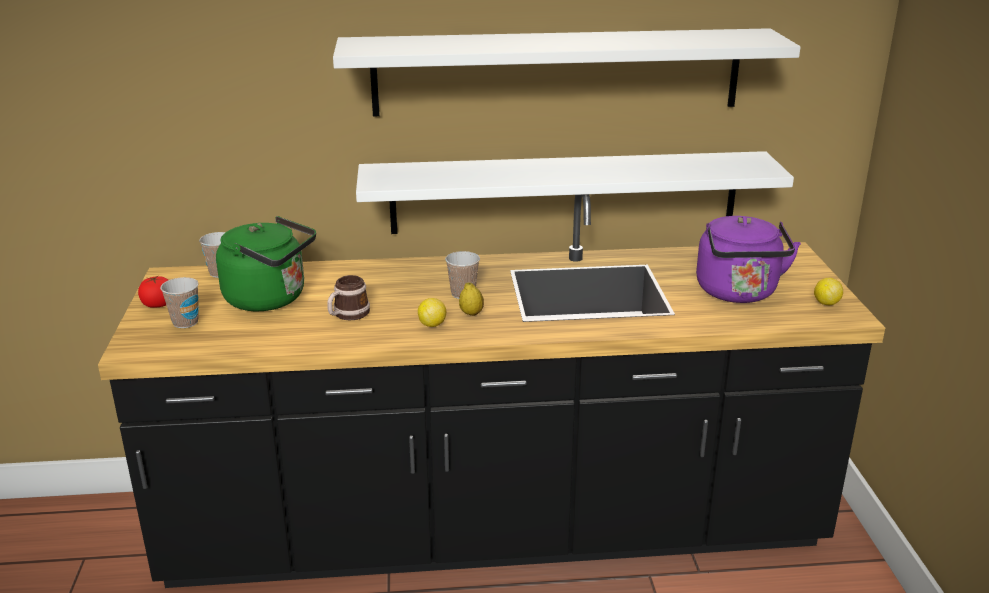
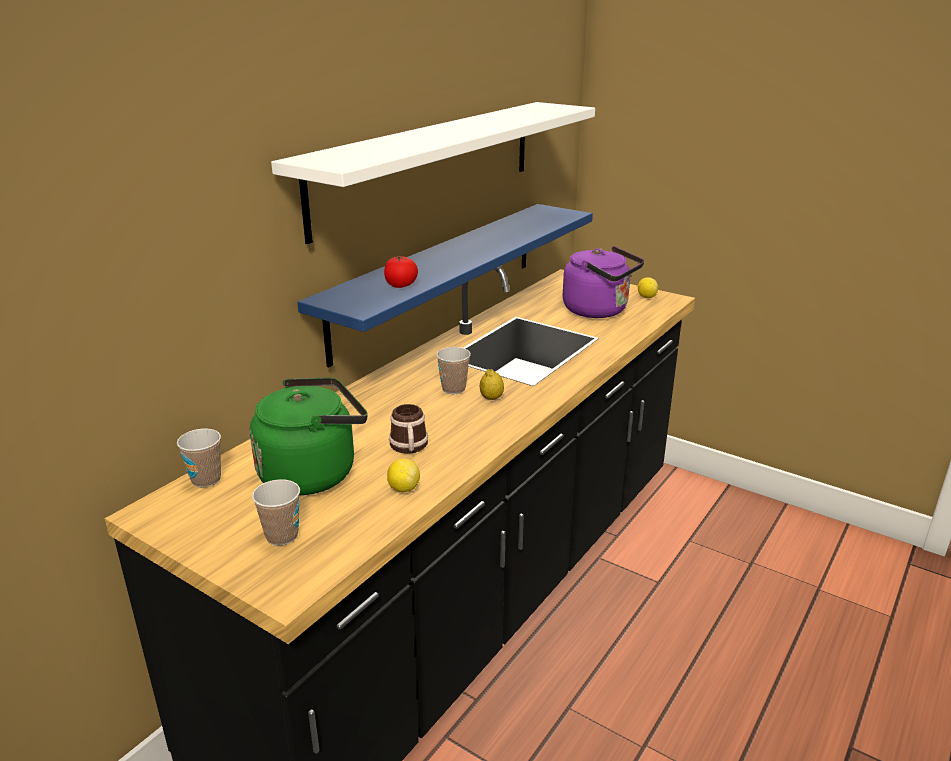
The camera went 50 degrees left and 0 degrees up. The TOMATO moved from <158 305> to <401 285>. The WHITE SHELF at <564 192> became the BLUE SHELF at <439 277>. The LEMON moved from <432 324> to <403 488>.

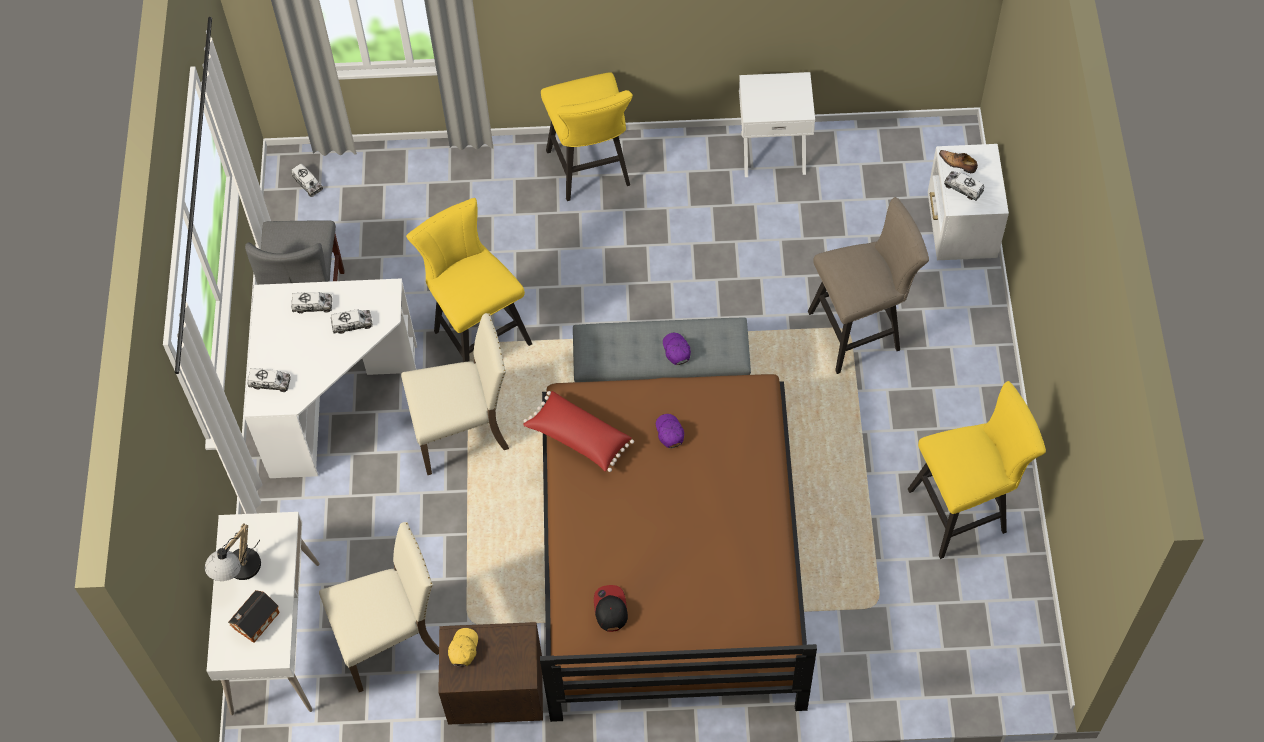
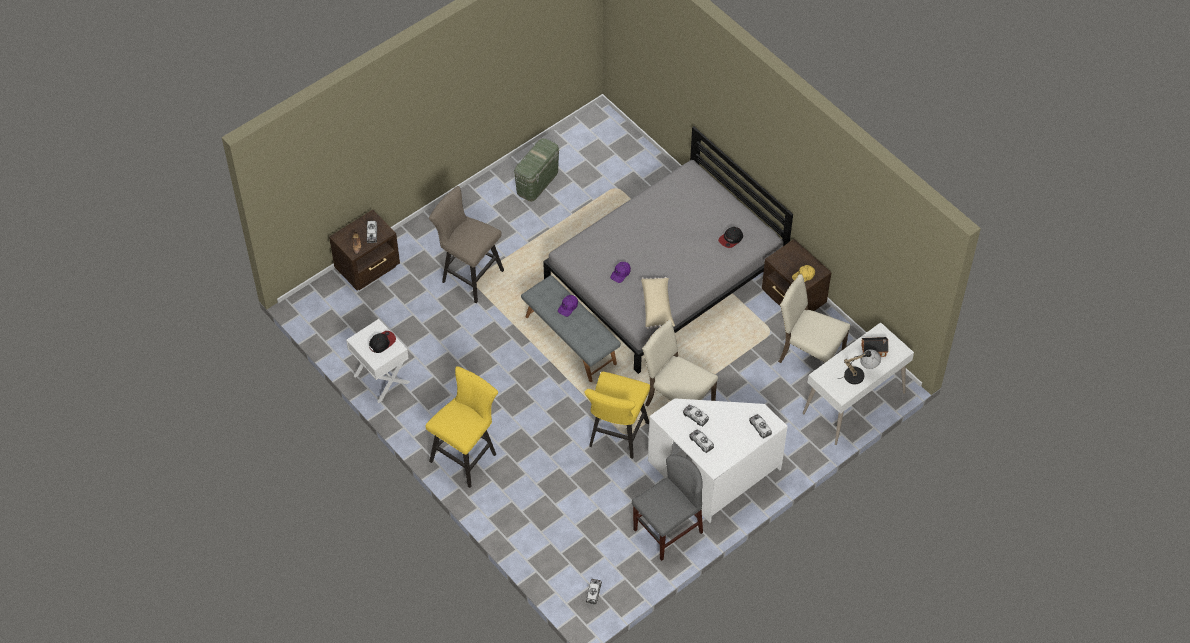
The camera went 130 degrees left and 5 degrees down. The RED PILLOW at <578 438> became the BEIGE PILLOW at <657 307>. The BROWN BED at <669 559> became the GREY BED at <666 276>. The YELLOW STOOL at <964 510> was replaced by the GREEN STORAGE BOX at <537 182>. The WHITE NIGHTSTAND at <959 231> became the BROWN NIGHTSTAND at <369 268>. The CAP at <382 342> appeared.

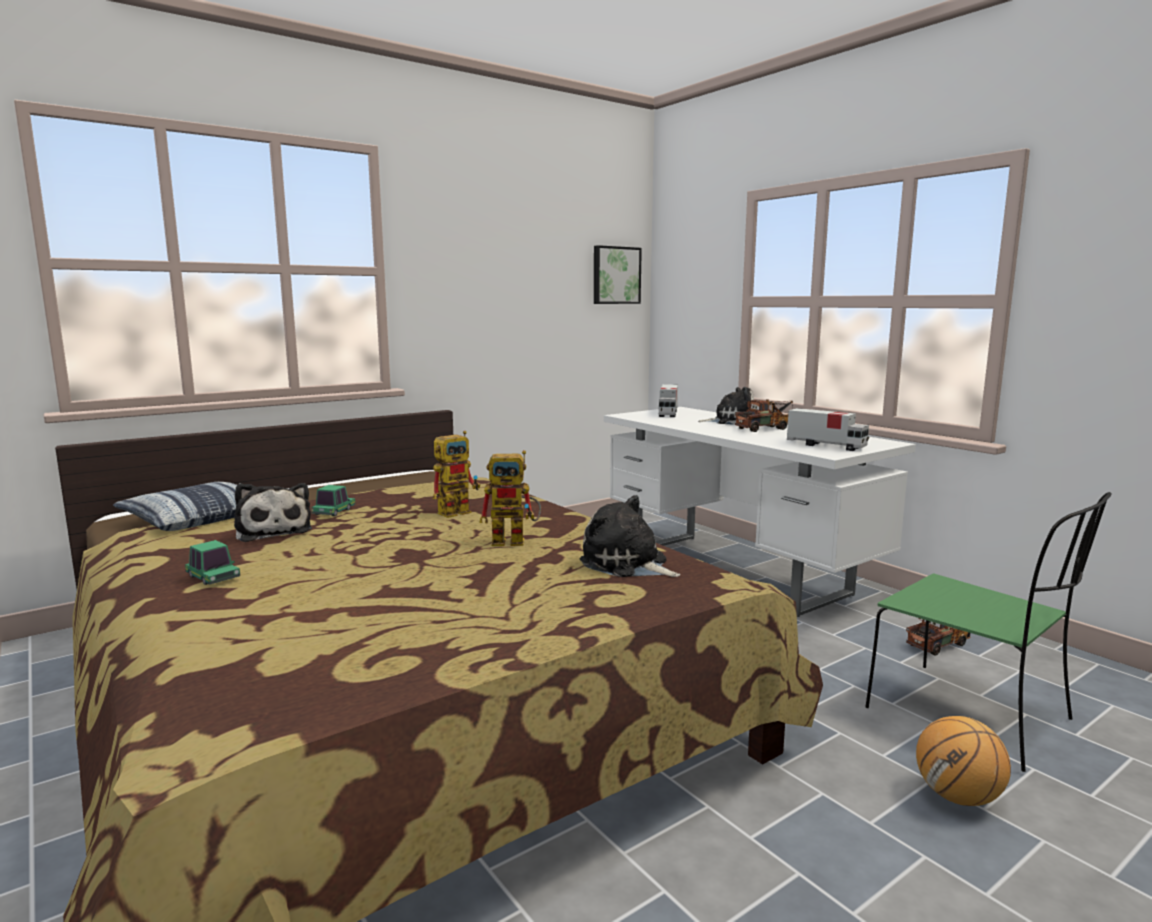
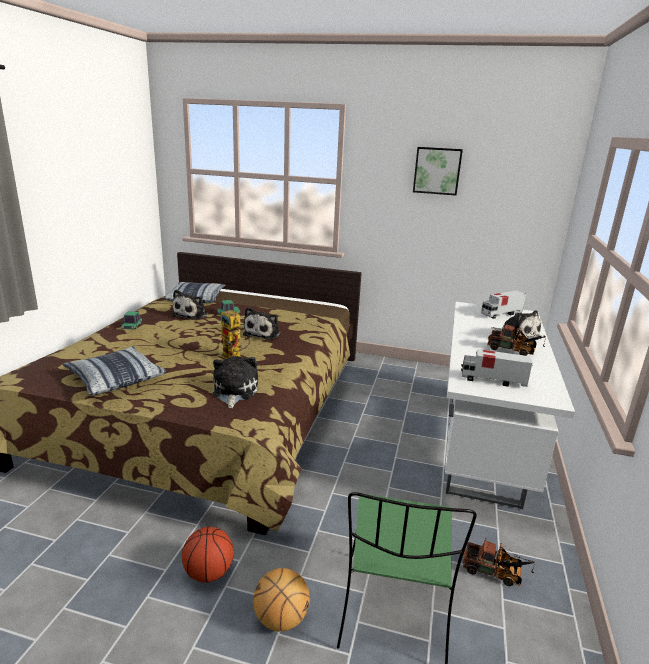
The camera went 50 degrees right and 10 degrees up. The TOY ROBOT at <458 511> was replaced by the PLUSH TOY at <263 333>. The PICTURE moved from <615 275> to <437 171>. The TOY TRUCK at <826 446> turned 105 degrees clockwise. The PILLOW at <115 378> appeared. The BASKETBALL at <209 573> appeared.

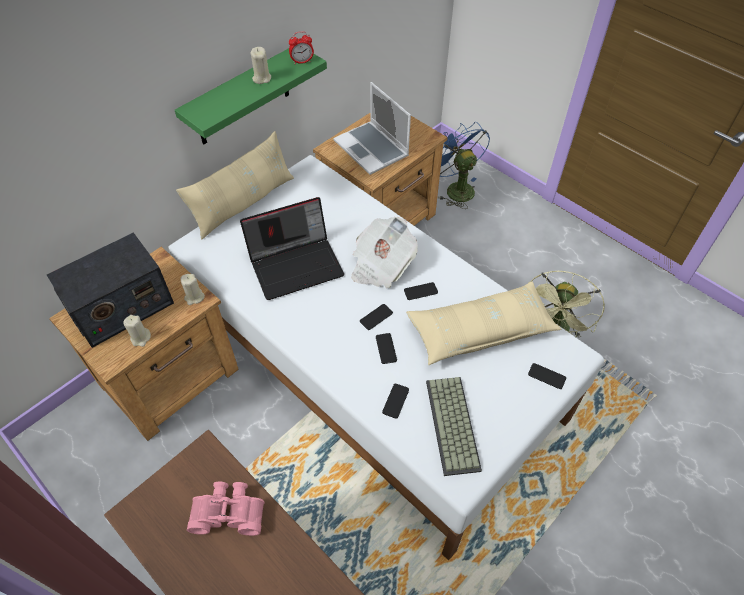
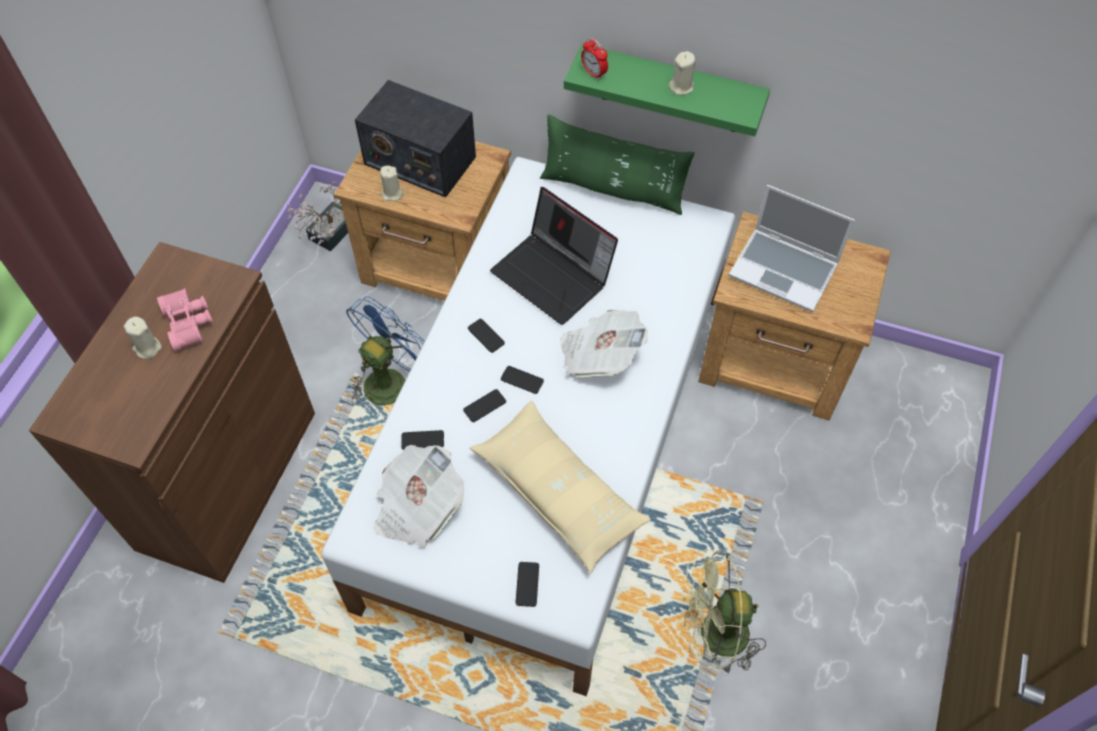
The camera went 65 degrees right and 5 degrees up. The BEIGE PILLOW at <244 204> became the GREEN PILLOW at <612 189>. The BEIGE CANDLE moved from <194 297> to <147 348>. The ALARM CLOCK moved from <302 62> to <594 73>. The LAPTOP at <372 149> turned 90 degrees counterclockwise. The PHONE moved from <420 291> to <486 336>. The KEYBOARD at <454 425> was replaced by the NEWSPAPER at <417 507>. The BLUE FAN moved from <455 188> to <390 379>. The POTTED PLANT at <328 235> appeared.

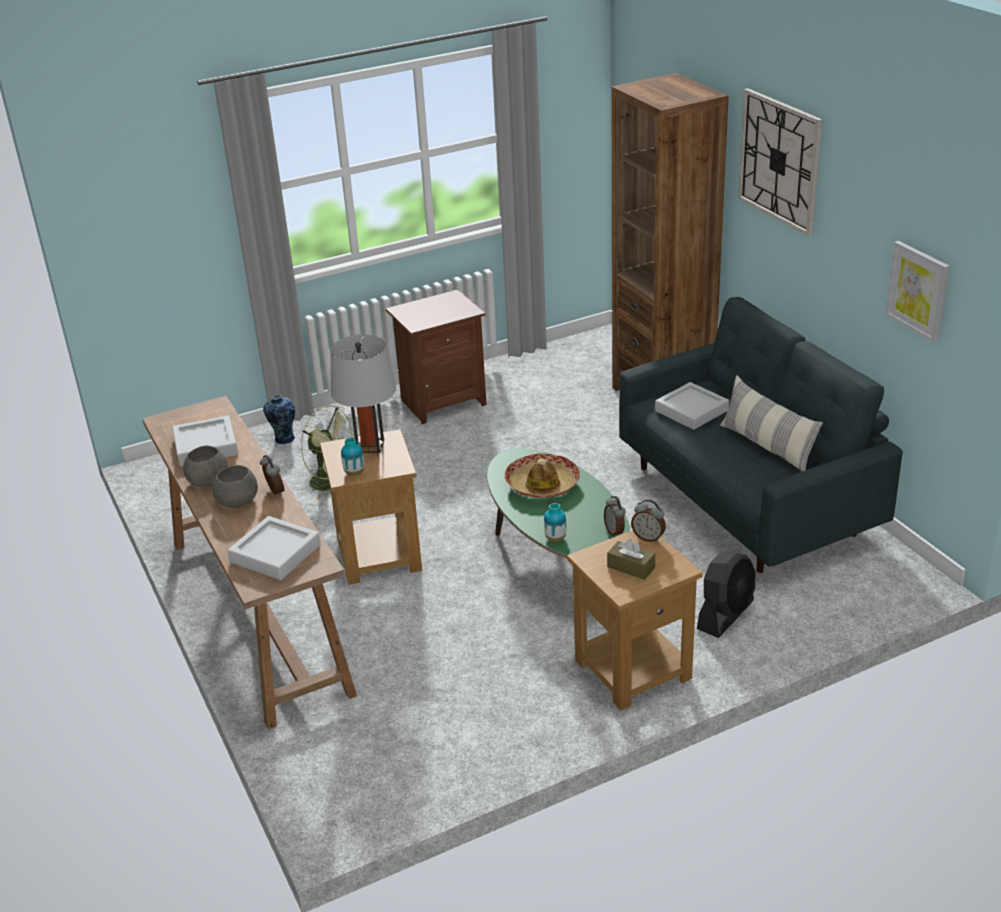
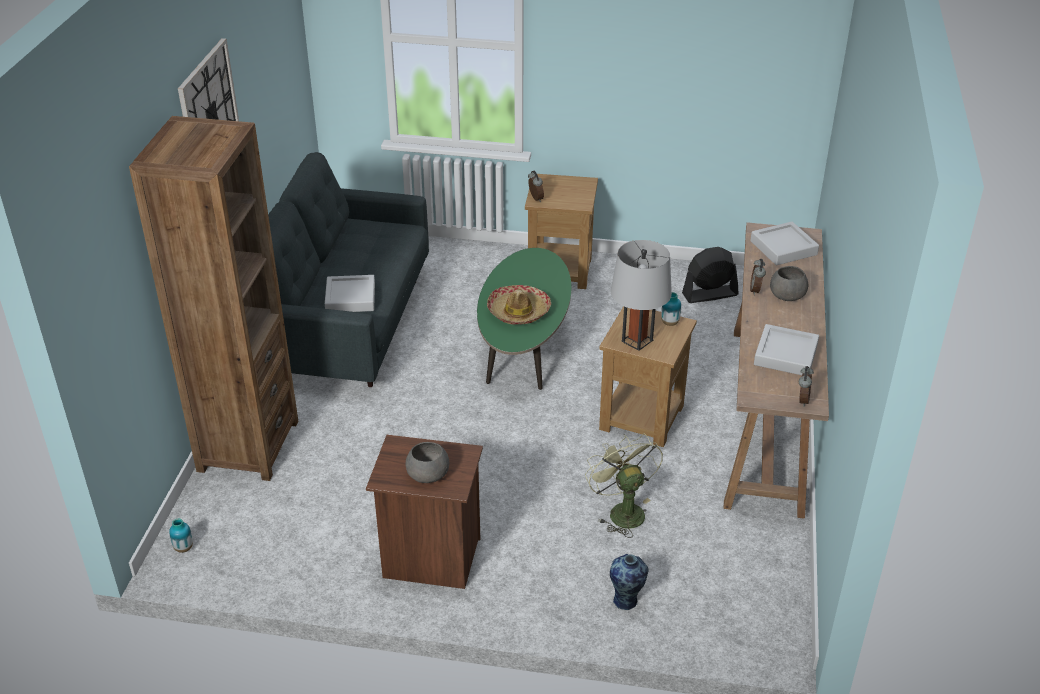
The camera went 145 degrees left and 5 degrees up. The GREY BOWL moved from <207 481> to <429 474>. The VASE moved from <555 538> to <183 548>. The ALARM CLOCK moved from <615 532> to <802 400>. The BROWN TISSUE BOX at <631 567> disappeared. The BLACK FAN moved from <726 615> to <709 294>. The PILLOW at <767 446> disappeared. The PICTURE at <918 290> disappeared.

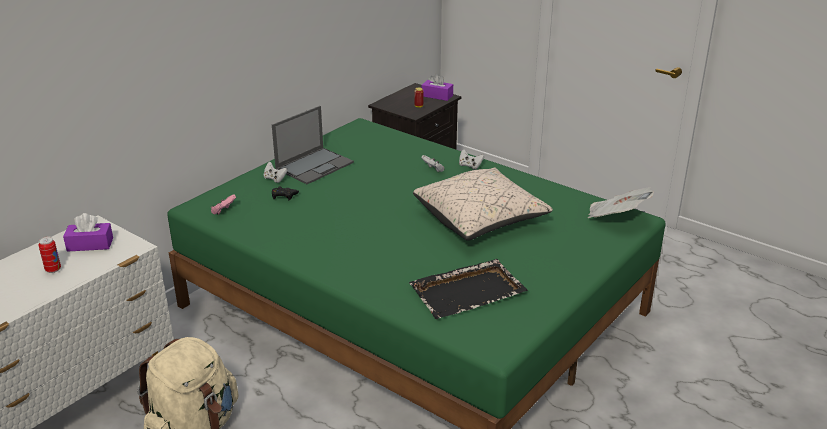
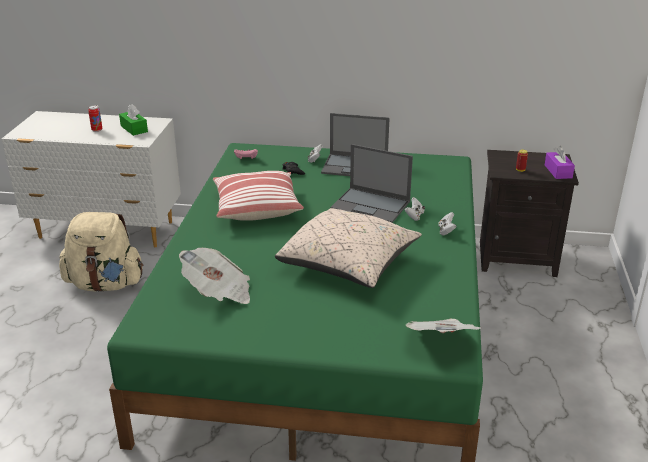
The camera went 60 degrees right and 0 degrees up. The PURPLE TISSUE BOX at <90 244> became the GREEN TISSUE BOX at <134 129>. The BLACK TRAY at <468 291> was replaced by the NEWSPAPER at <218 292>. The PILLOW at <256 207> appeared. The LAPTOP at <371 205> appeared.

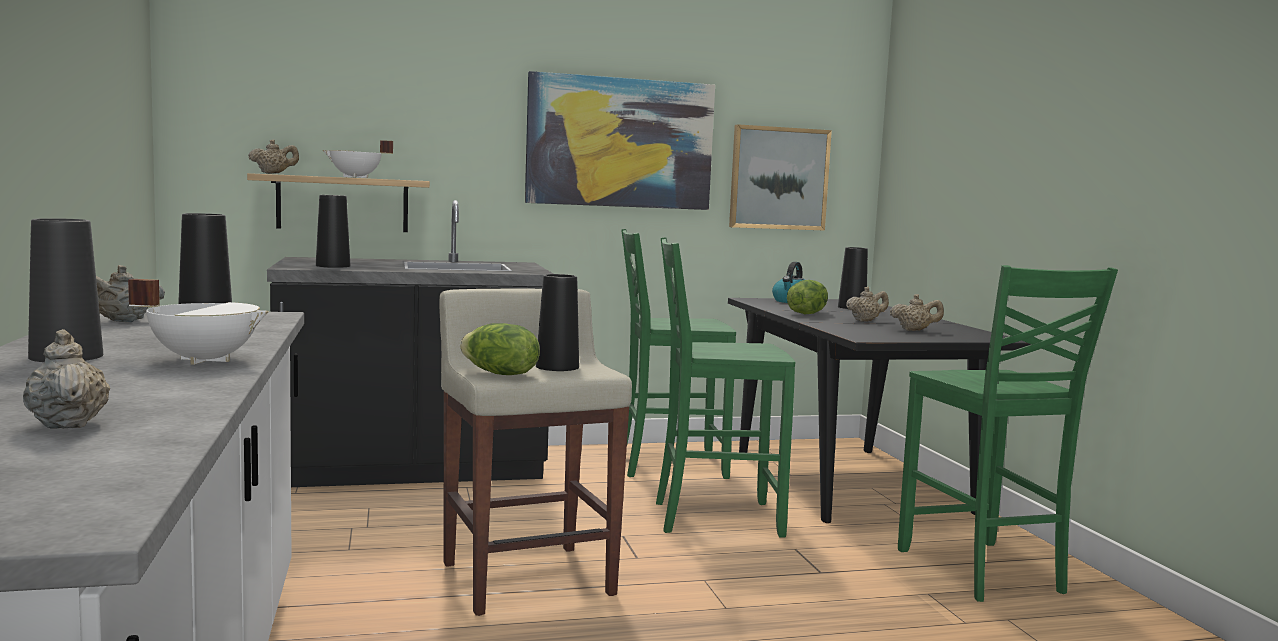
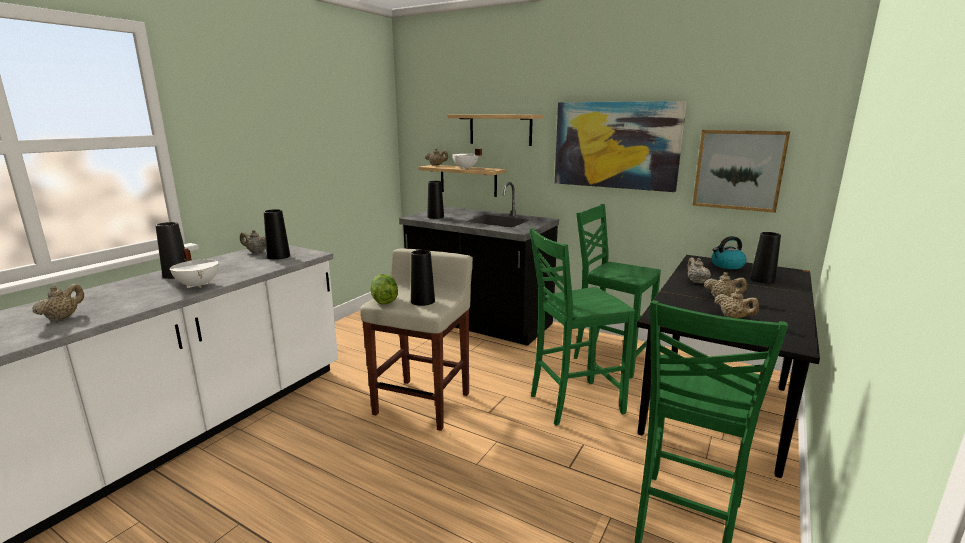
The camera went 45 degrees right and 10 degrees up. The GREEN CHAIR at <713 518> turned 60 degrees counterclockwise. The LETTUCE at <807 313> was replaced by the BEIGE TEAPOT at <696 281>. The SHELF at <500 129> appeared.

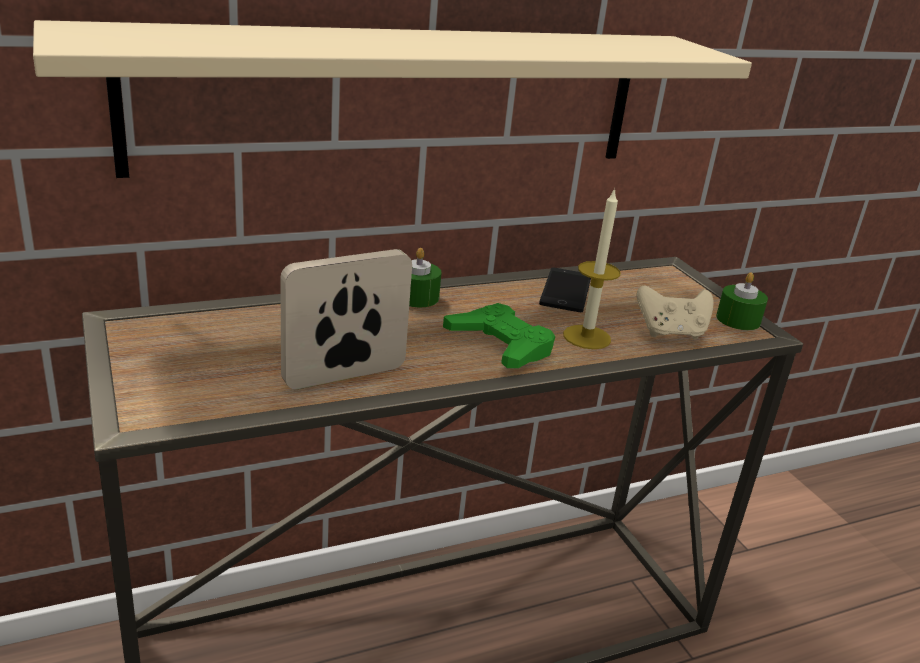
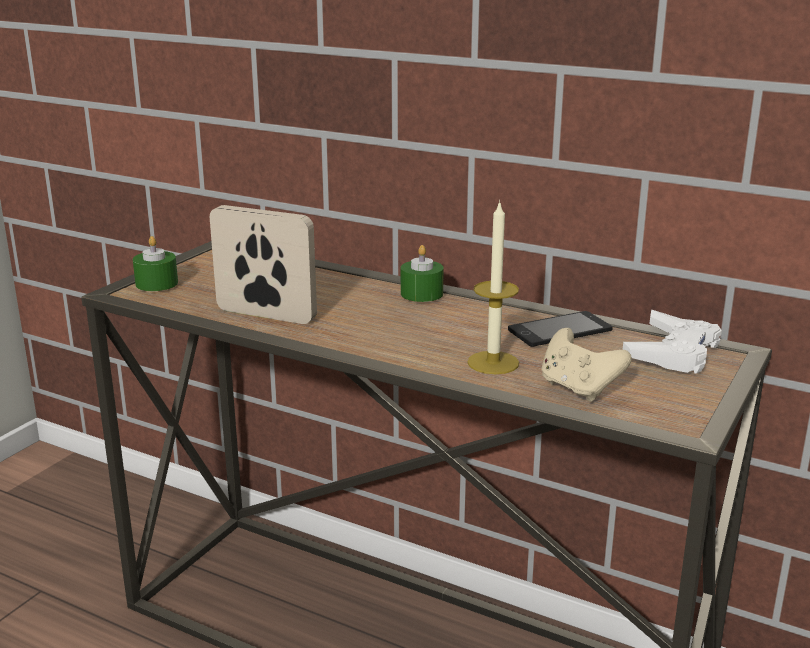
The camera went 55 degrees right and 5 degrees down. The BEIGE SHELF at <397 99> disappeared. The GREEN GAME CONTROLLER at <500 344> disappeared. The GREEN CANDLE moved from <738 320> to <156 283>. The WHITE GAME CONTROLLER at <673 352> appeared.

